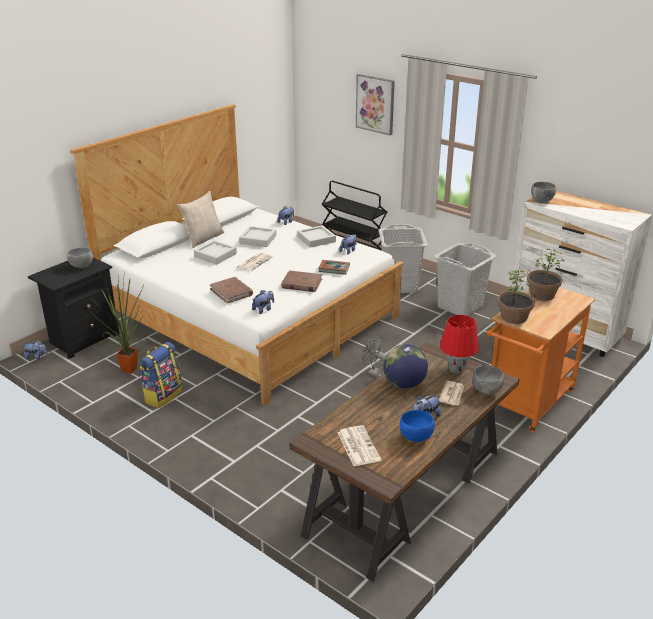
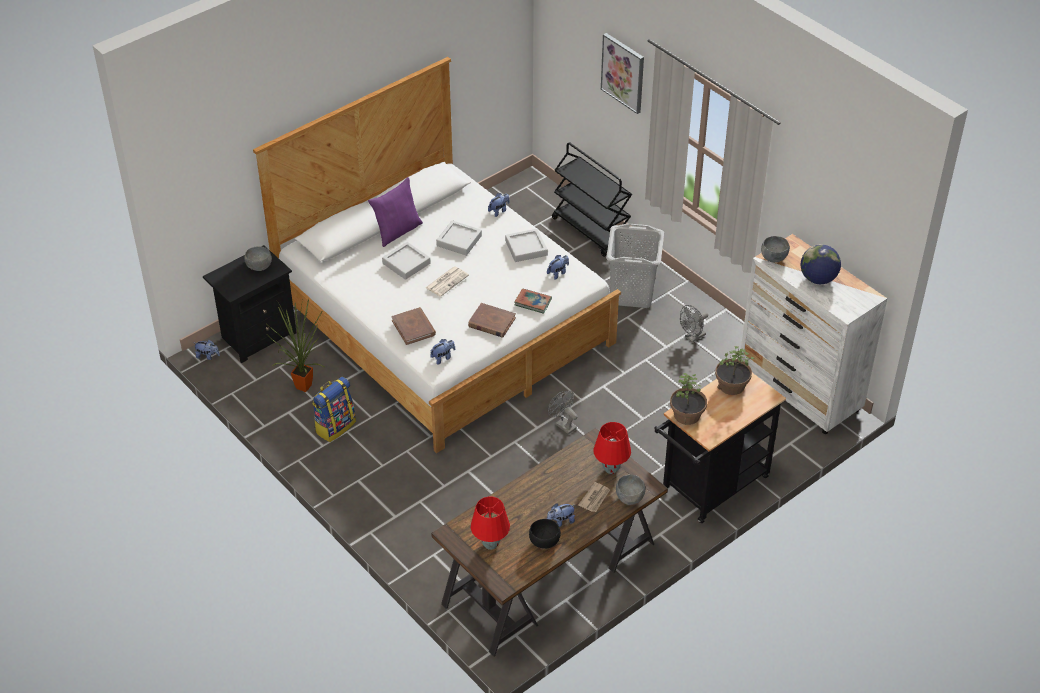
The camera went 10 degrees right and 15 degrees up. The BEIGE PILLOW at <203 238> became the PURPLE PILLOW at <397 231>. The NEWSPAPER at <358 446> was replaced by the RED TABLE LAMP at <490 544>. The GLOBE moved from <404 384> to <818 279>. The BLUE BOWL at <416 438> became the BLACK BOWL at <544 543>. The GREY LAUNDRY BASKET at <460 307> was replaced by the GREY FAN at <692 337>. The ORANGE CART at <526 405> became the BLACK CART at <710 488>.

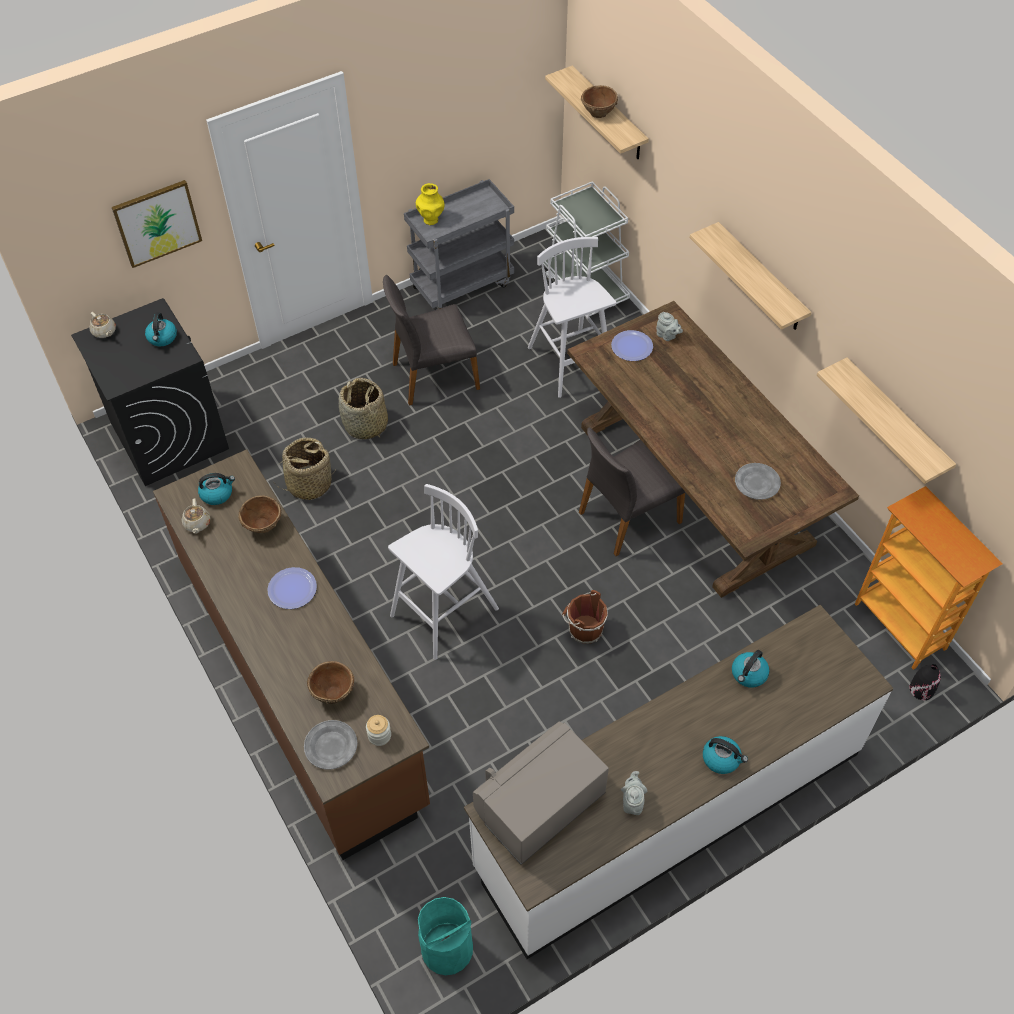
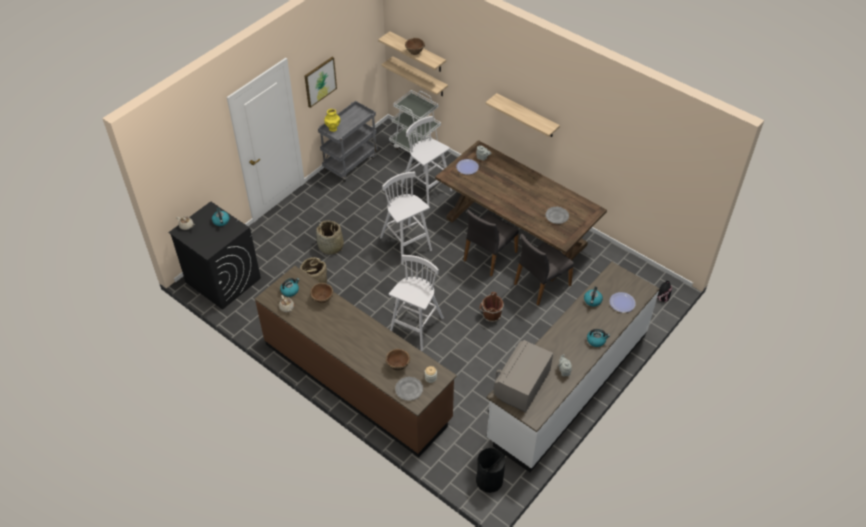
The camera went 20 degrees left and 5 degrees down. The PICTURE moved from <157 223> to <320 81>. The PLATE moved from <292 589> to <622 303>. The GREY CHAIR moved from <434 375> to <541 284>. The TURQUOISE TRASH CAN at <447 948> became the BLACK TRASH CAN at <489 480>. The SHELF moved from <895 421> to <420 77>. The BOOKCASE at <901 626> disappeared. The WHITE STOOL at <406 244> appeared.

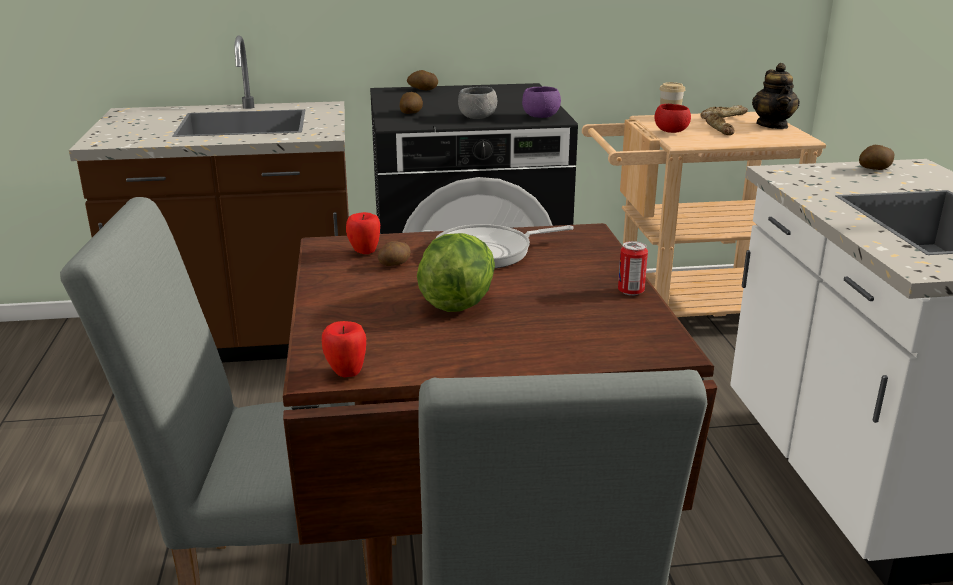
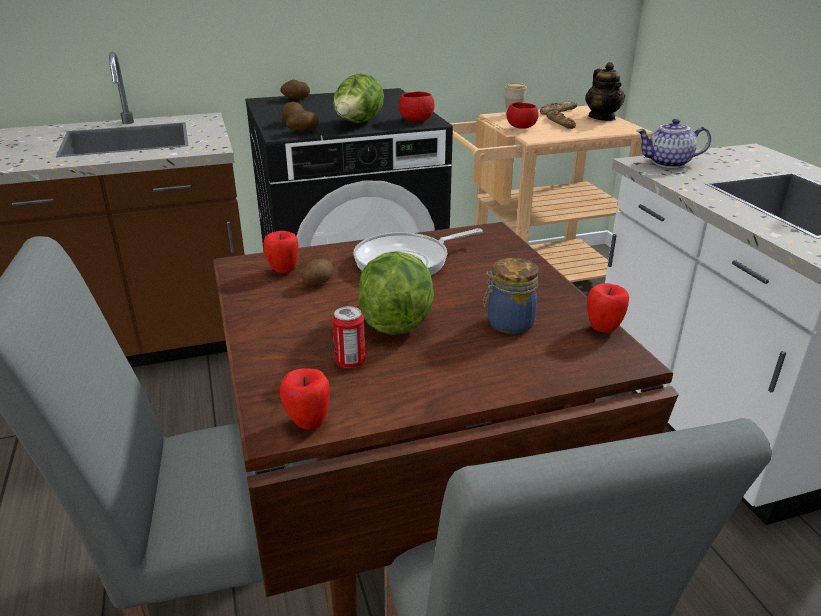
The camera went 10 degrees left and 5 degrees up. The GREY BOWL at <477 117> was replaced by the LETTUCE at <358 124>. The PURPLE BOWL at <541 117> became the RED BOWL at <416 120>. The CAN moved from <630 291> to <350 362>. The POTATO moved from <874 169> to <303 132>. The JAR at <508 324> appeared. The APPLE at <603 329> appeared. The TEAPOT at <668 163> appeared.

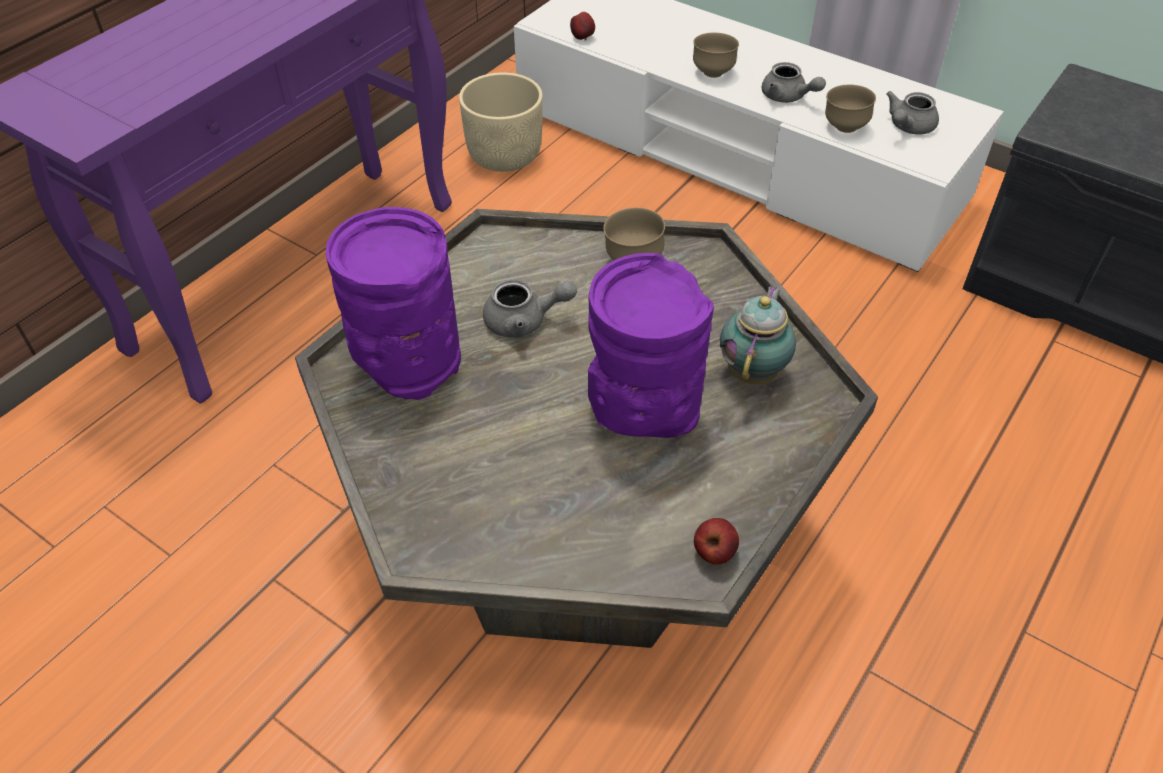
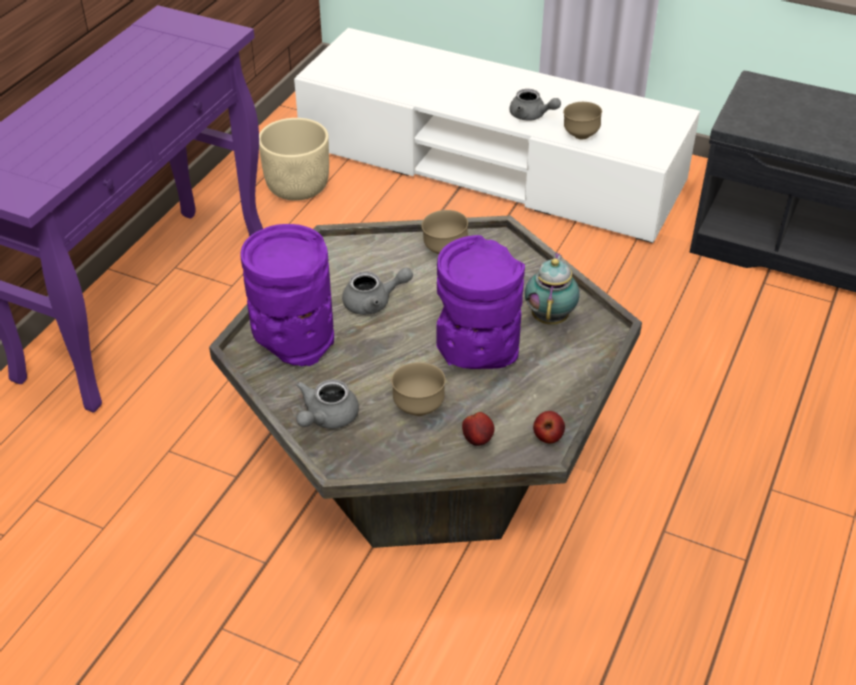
The camera went 10 degrees left and 5 degrees down. The APPLE moved from <583 38> to <478 440>. The BROWN BOWL moved from <713 73> to <418 407>. The GREY TEAPOT moved from <907 127> to <326 418>.

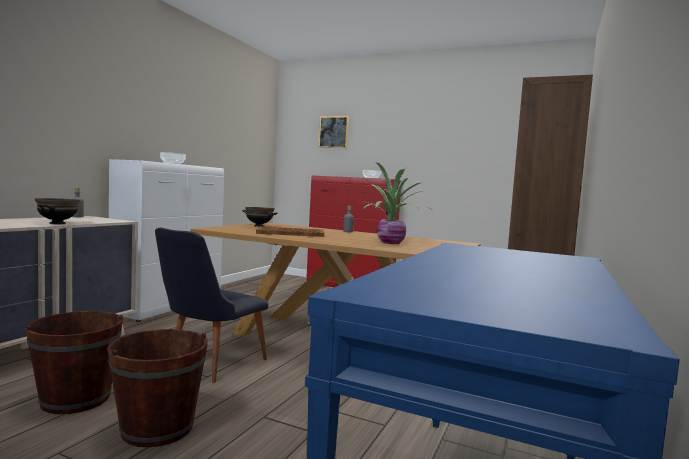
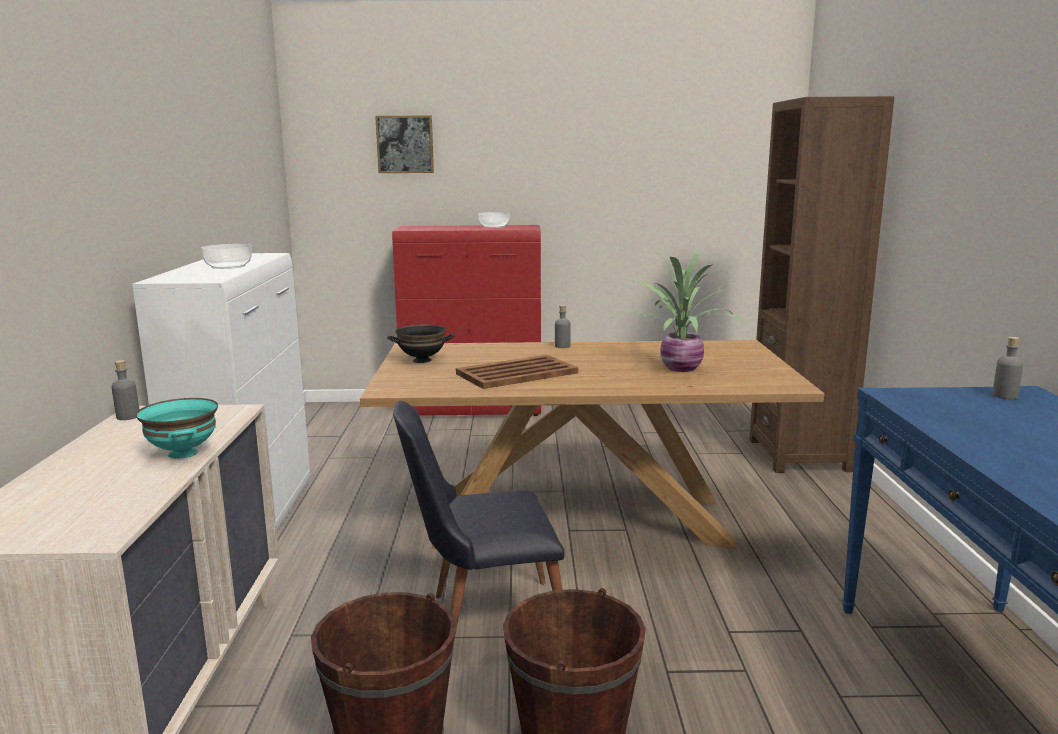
The camera went 25 degrees left and 10 degrees up. The BLACK BOWL at <57 223> became the TURQUOISE BOWL at <182 453>. The BLACK CHAIR at <208 365> turned 75 degrees clockwise. The GREY BOTTLE at <1004 396> appeared.

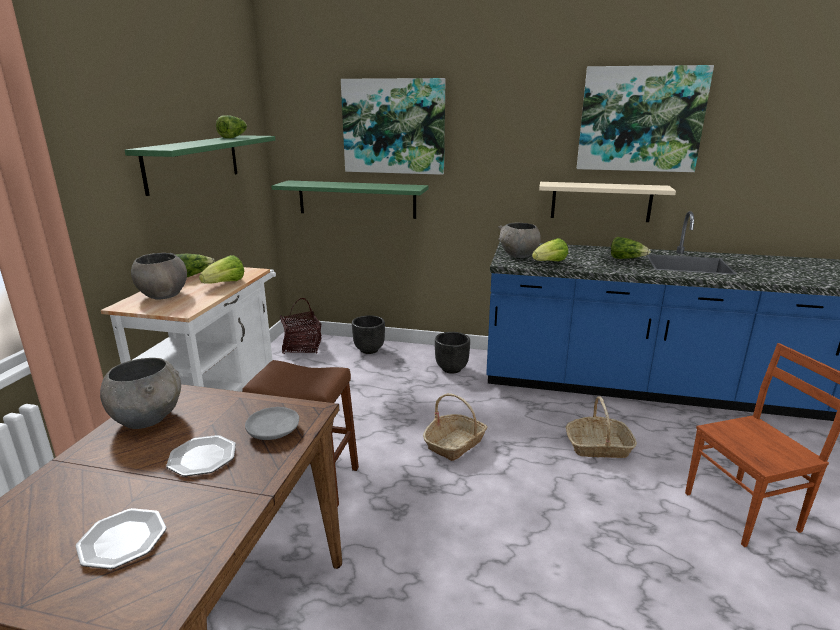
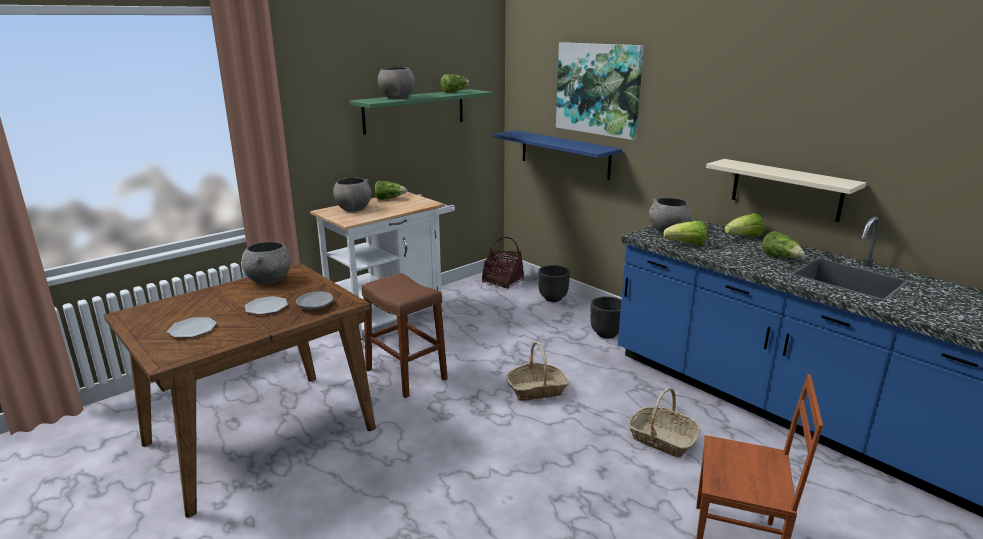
The camera went 35 degrees right and 0 degrees up. The LETTUCE moved from <225 283> to <744 237>. The GREEN SHELF at <356 199> became the BLUE SHELF at <564 154>. The PICTURE at <640 119> disappeared. The GREY BOWL at <397 98> appeared.

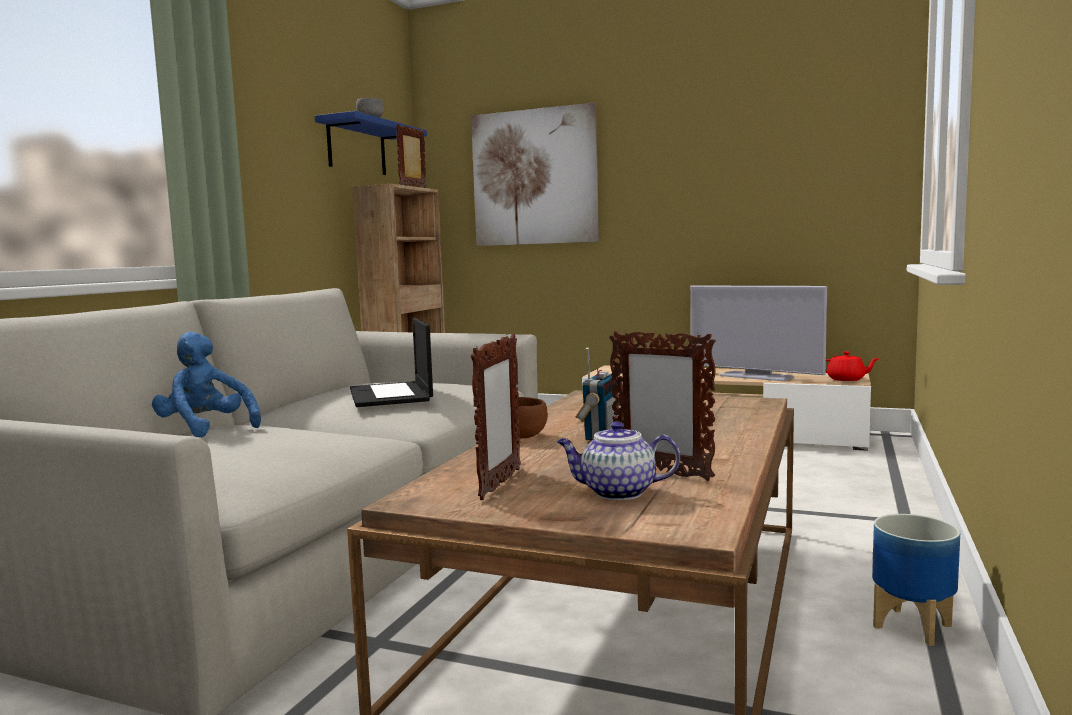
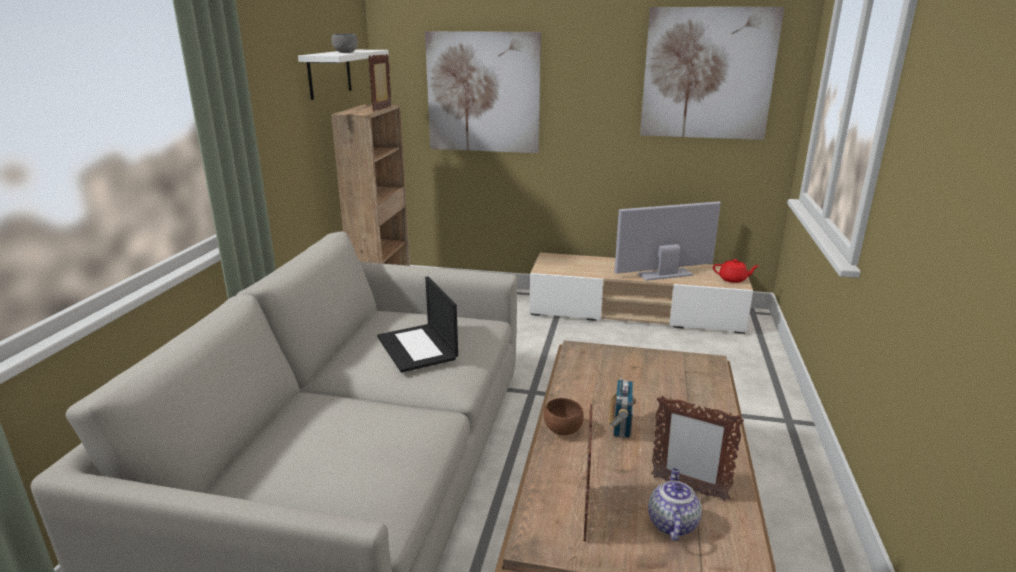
The camera went 10 degrees left and 15 degrees up. The BLUE PLUSH TOY at <206 429> disappeared. The BLUE SHELF at <357 148> became the WHITE SHELF at <329 73>. The TEAPOT at <616 493> turned 105 degrees clockwise. The TELEVISION at <756 376> turned 135 degrees clockwise. The PLANTER at <913 626> disappeared. The PICTURE at <707 74> appeared.

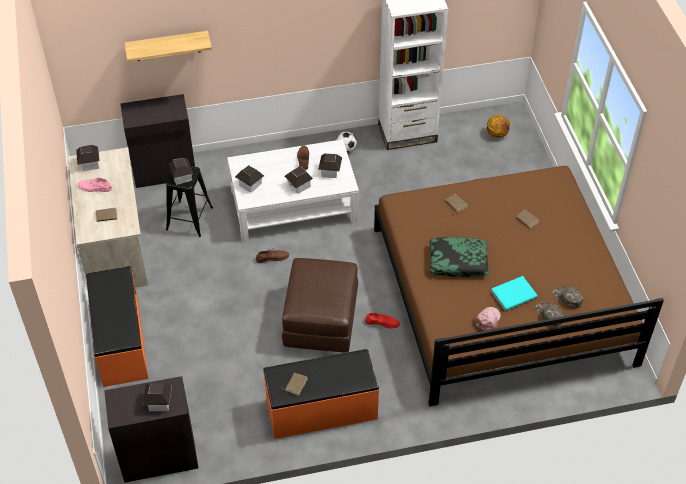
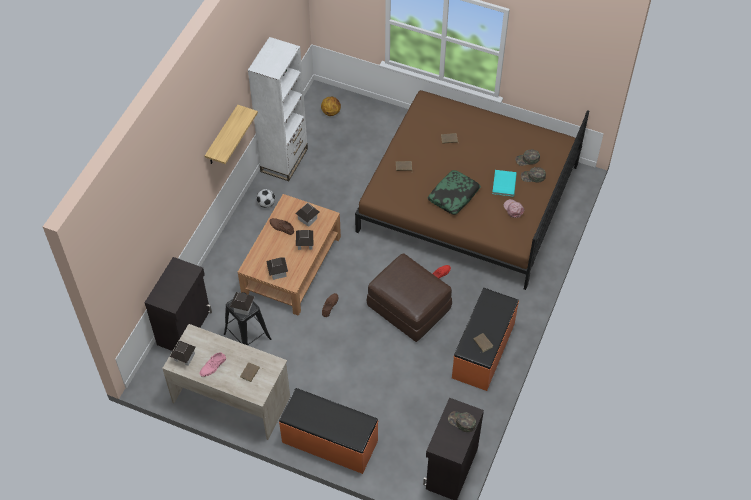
The camera went 55 degrees left and 5 degrees up. The SHELF moved from <167 46> to <222 136>. The TOY HOUSE at <159 402> was replaced by the GREEN CAP at <462 422>. The WHITE COFFEE TABLE at <293 205> became the BROWN COFFEE TABLE at <291 266>.

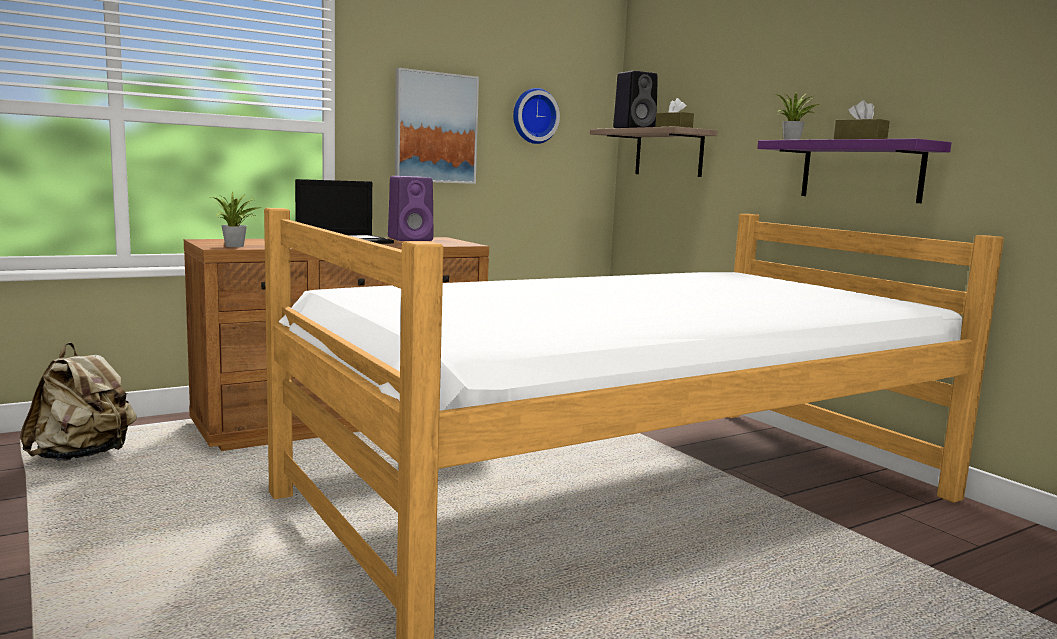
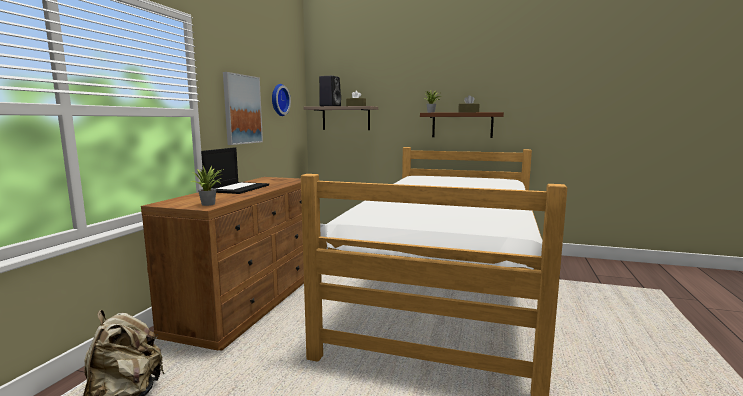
The camera went 40 degrees left and 0 degrees up. The PURPLE SPEAKER at <411 239> disappeared. The PURPLE SHELF at <861 171> became the BROWN SHELF at <462 125>.

